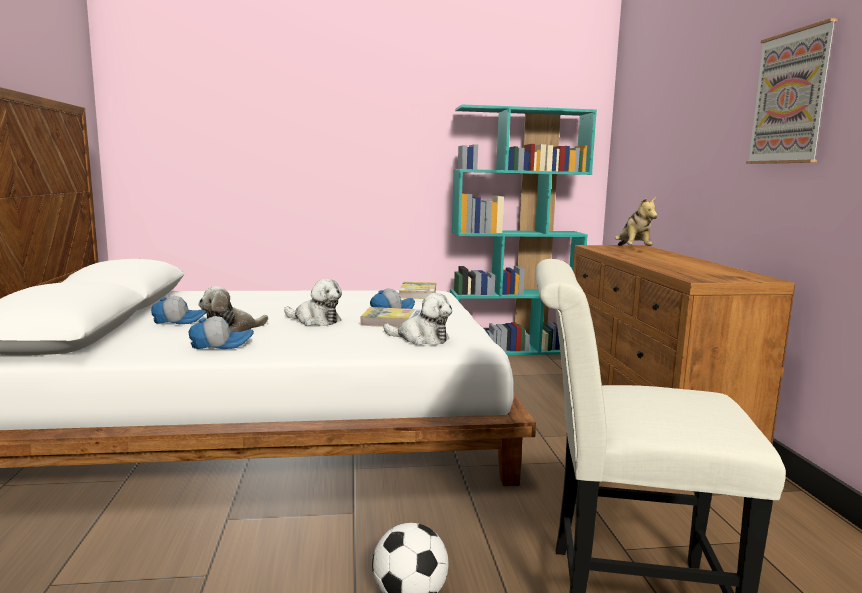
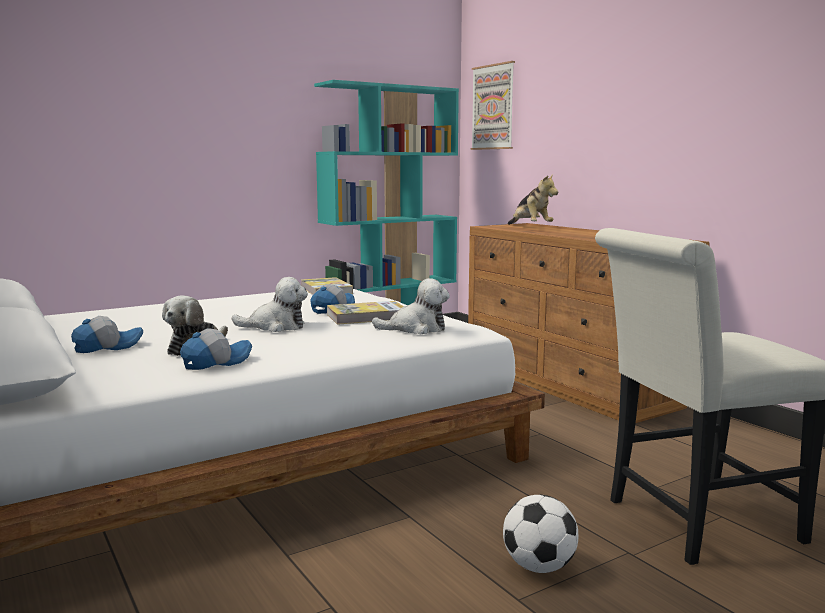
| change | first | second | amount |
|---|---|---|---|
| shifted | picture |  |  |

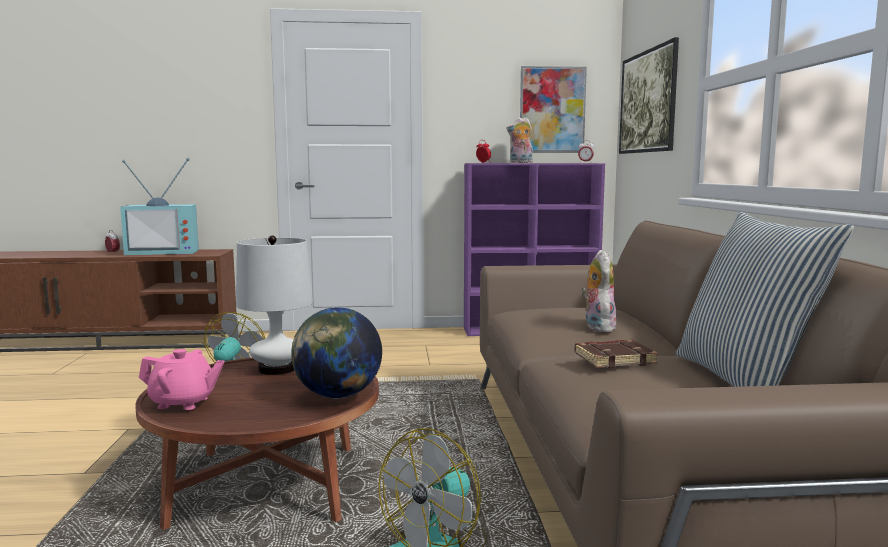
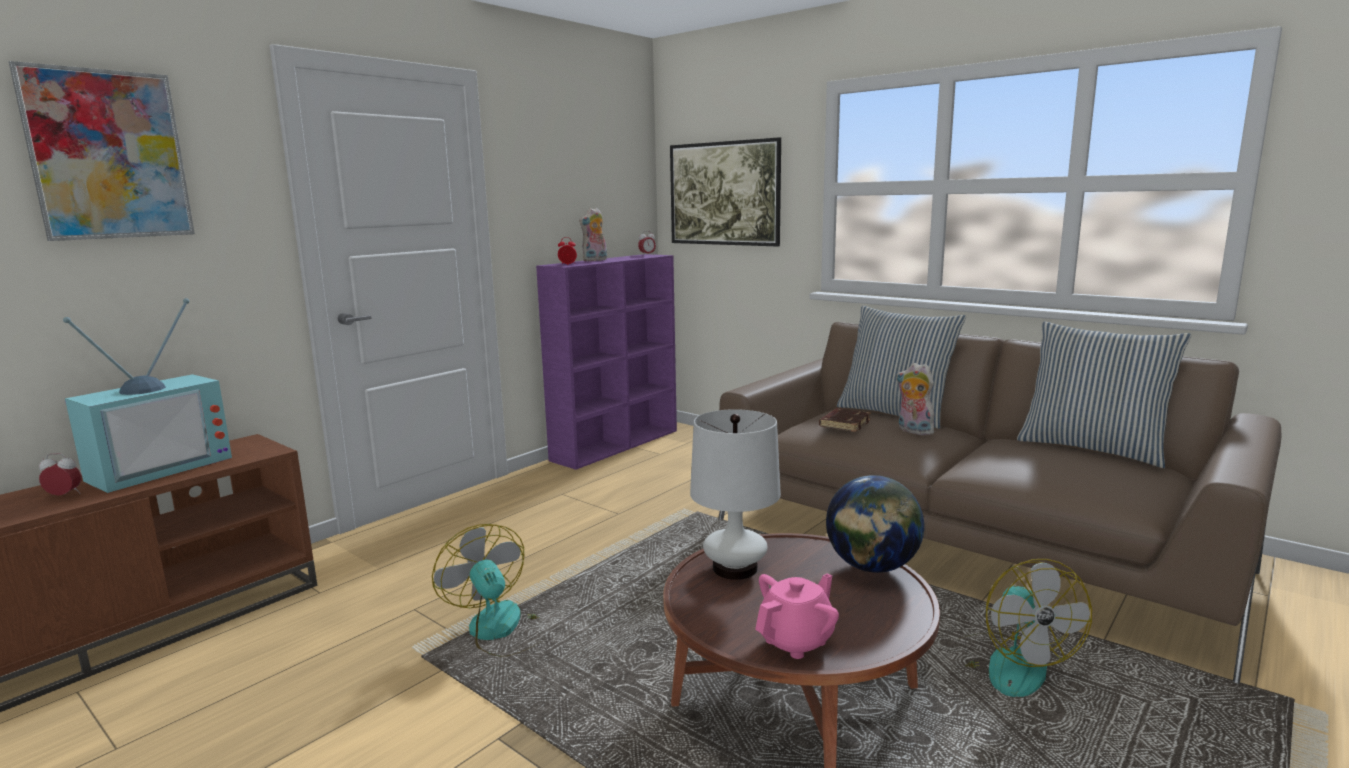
| change | first | second | amount |
|---|---|---|---|
| shifted | picture (no. 1 from left) |  |  |
| shifted | book in brown |  |  |
| new |  | pillow (no. 1 from left) |  |

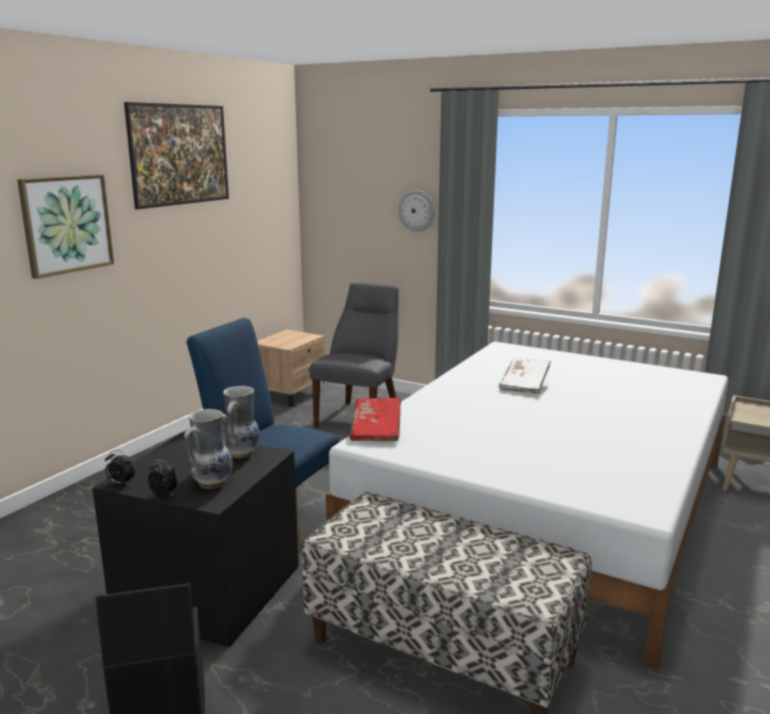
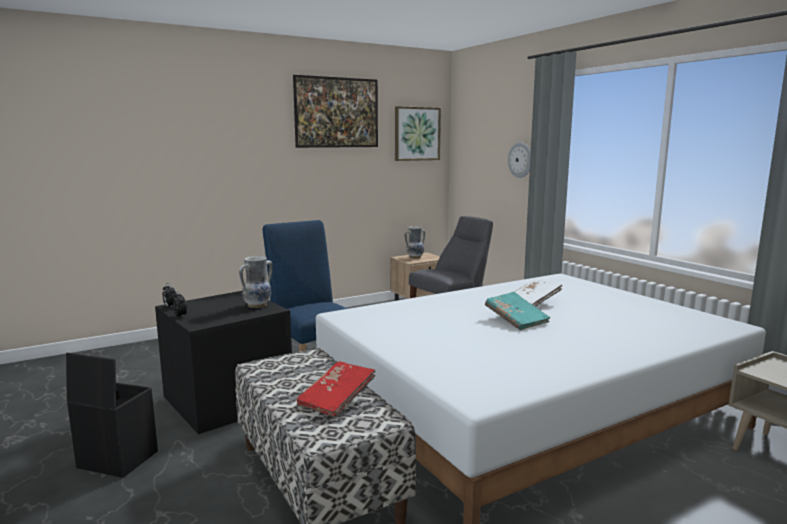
| change | first | second | amount |
|---|---|---|---|
| shifted | picture (no. 1 from left in the first image) | picture (no. 2 from left) |  |
| shifted | book in red |  |  |
| shifted | vase (no. 1 from left in the first image) | vase (no. 2 from left) |  |
| new |  | book in turquoise |  |

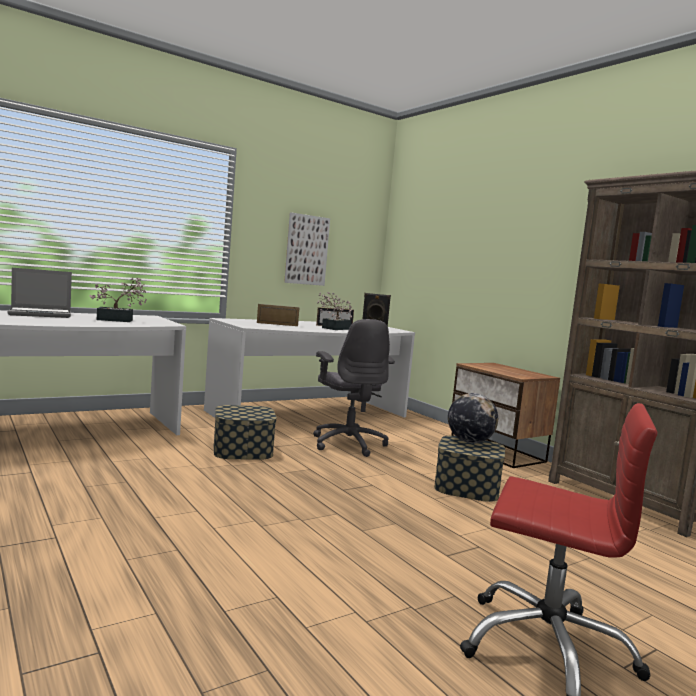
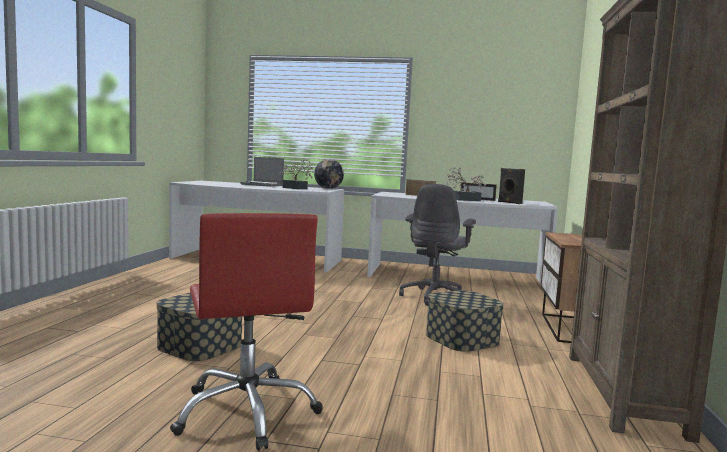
| change | first | second | amount |
|---|---|---|---|
| gone | picture |  |  |
| shifted | globe |  |  |
| shifted | storage box (no. 1 from left) |  |  |

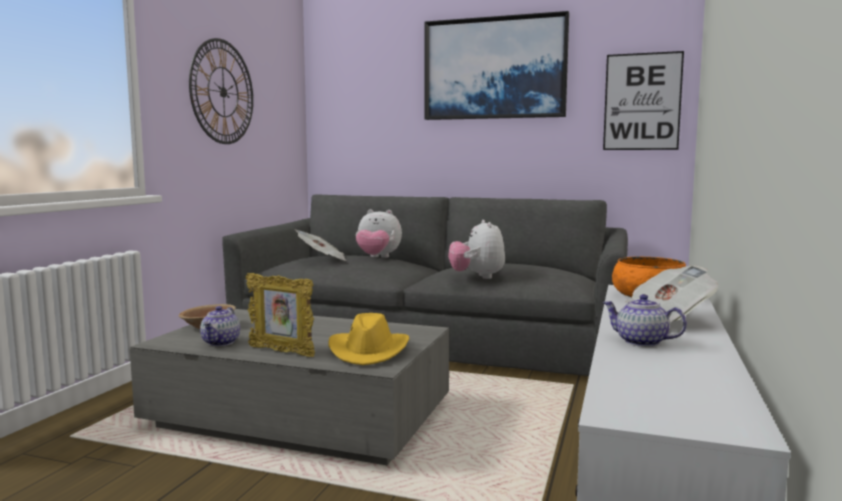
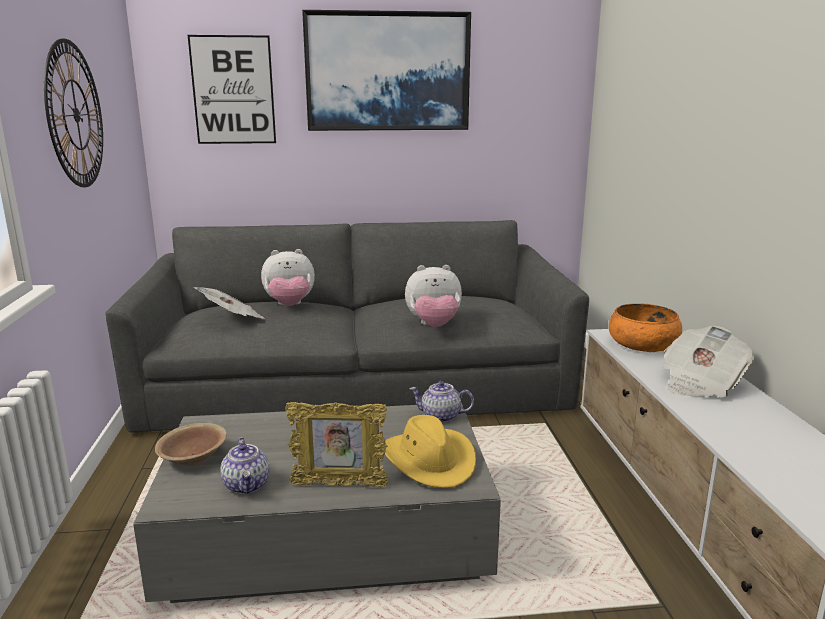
| change | first | second | amount |
|---|---|---|---|
| shifted | picture (no. 2 from left in the first image) | picture (no. 1 from left) |  |
| rotated | plush toy (no. 2 from left) |  | 60 degrees counterclockwise |
| shifted | teapot (no. 2 from left) |  |  |

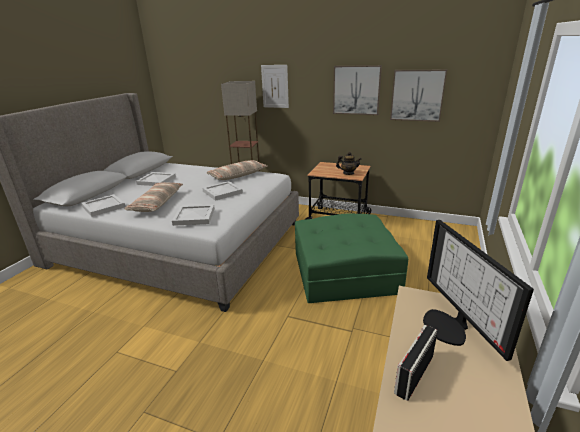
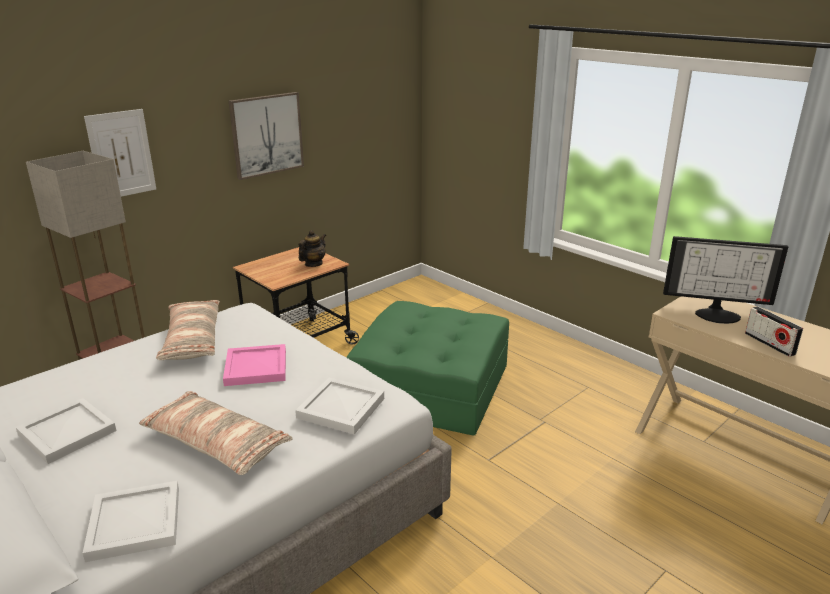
| change | first | second | amount |
|---|---|---|---|
| gone | picture (no. 3 from left) |  |  |
| repainted | tray in white (no. 4 from left) | tray in pink |  |

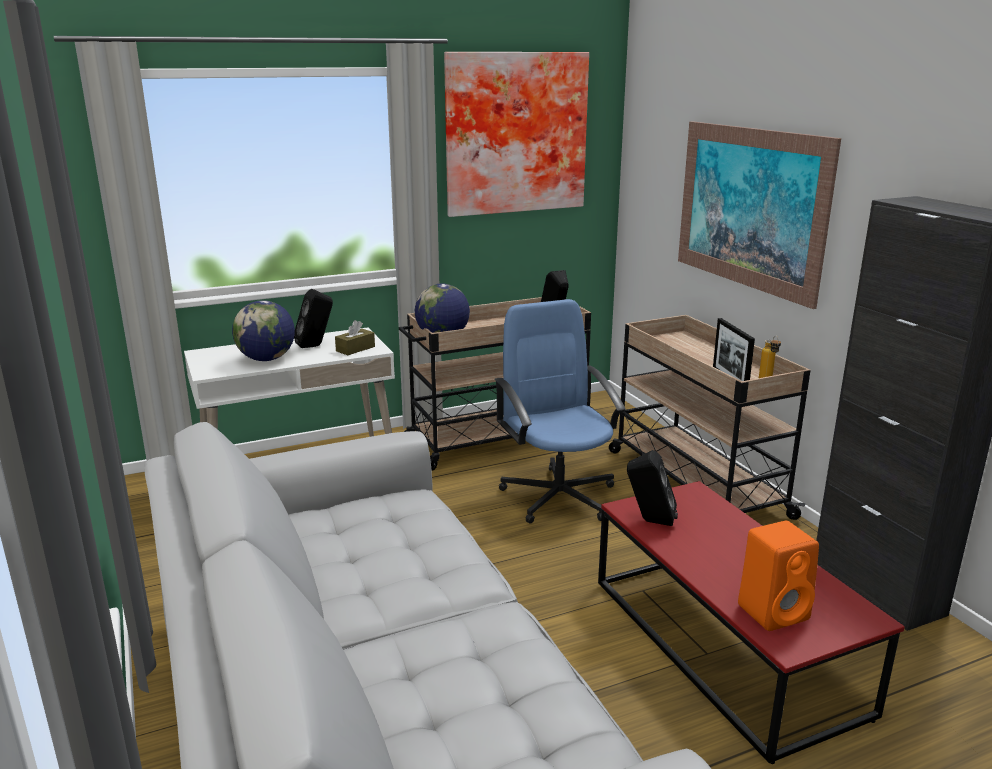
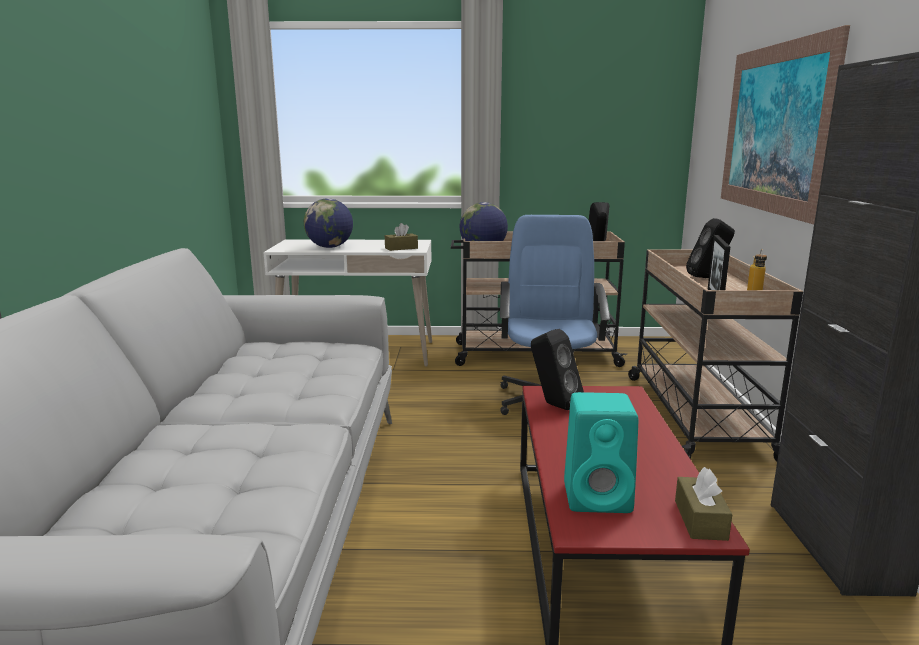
| change | first | second | amount |
|---|---|---|---|
| gone | picture (no. 1 from left) |  |  |
| shifted | speaker in black (no. 1 from left in the first image) | speaker in black (no. 3 from left) |  |
| repainted | speaker in orange | speaker in turquoise |  |
| new |  | tissue box in brown (no. 2 from left) |  |

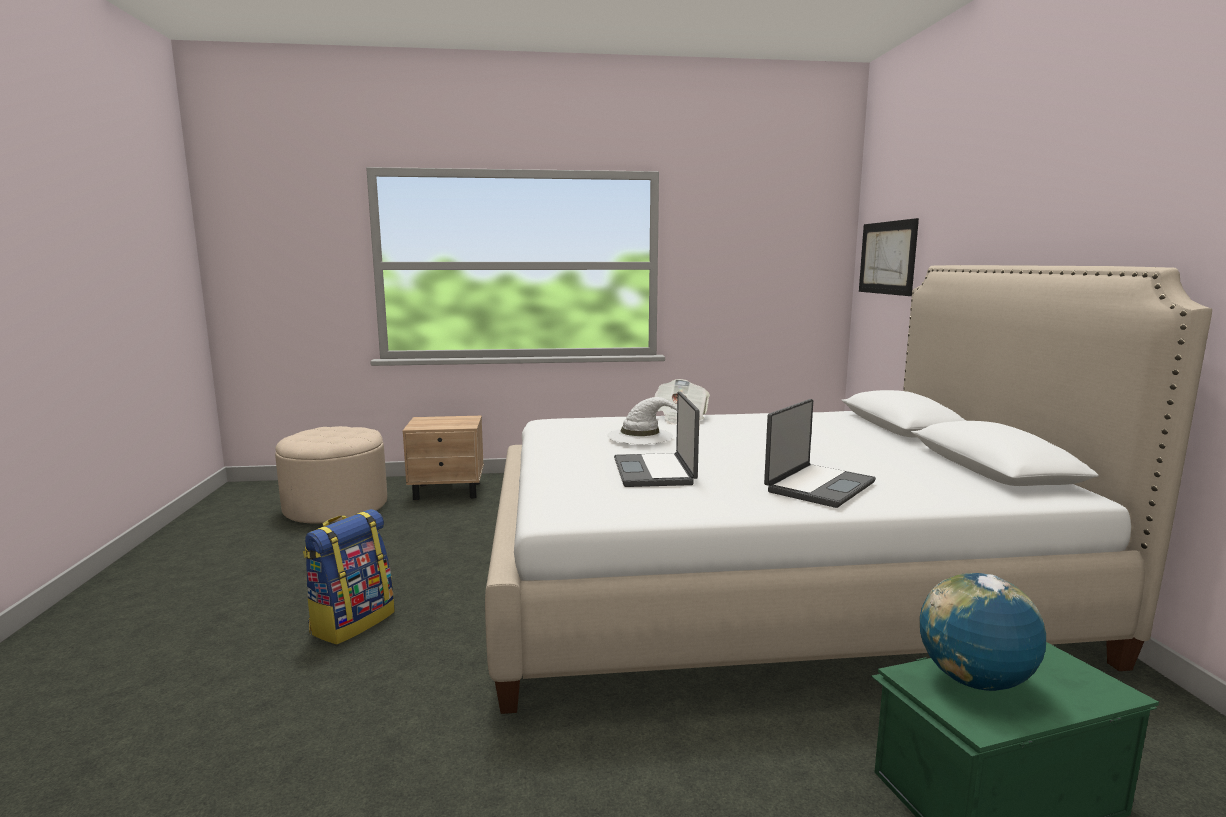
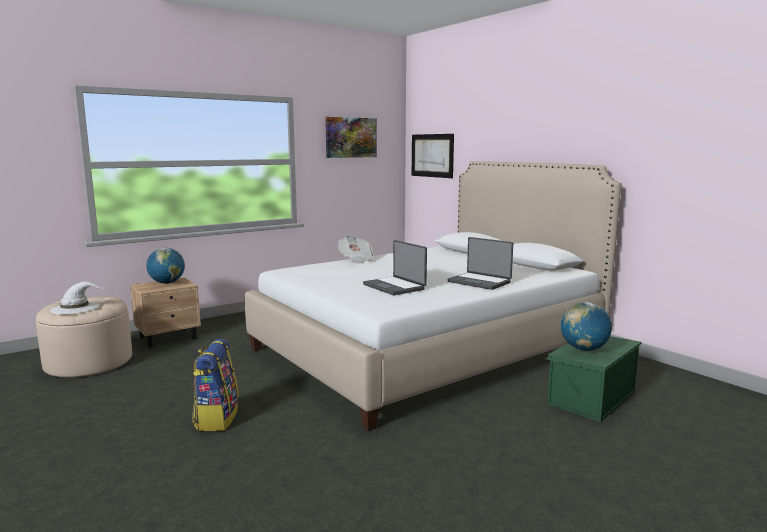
| change | first | second | amount |
|---|---|---|---|
| shifted | hat in white |  |  |
| rotated | laptop (no. 2 from left) |  | 120 degrees clockwise |
| new |  | picture (no. 1 from left) |  |
| new |  | globe (no. 1 from left) |  |

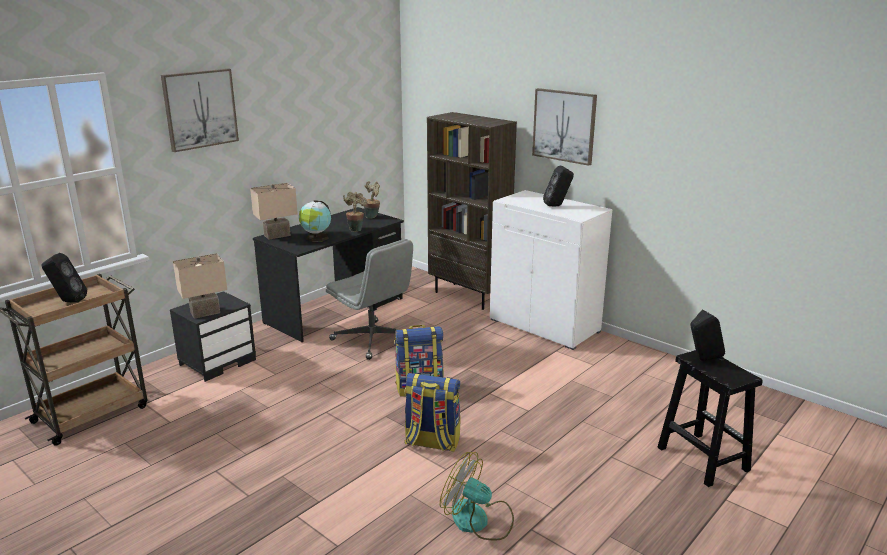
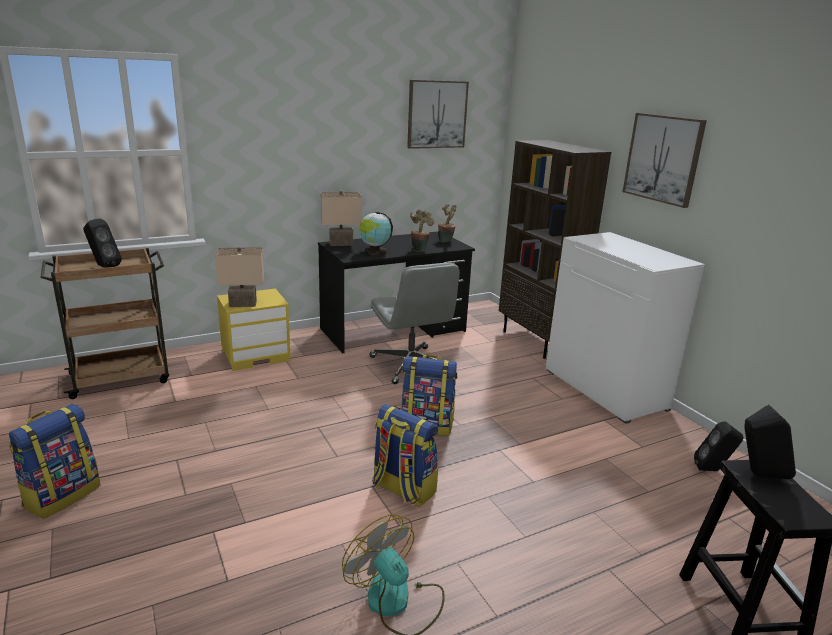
| change | first | second | amount |
|---|---|---|---|
| shifted | picture (no. 1 from left) |  |  |
| shifted | speaker in black (no. 2 from left) |  |  |
| repainted | nightstand in black | nightstand in yellow |  |
| new |  | backpack (no. 1 from left) |  |

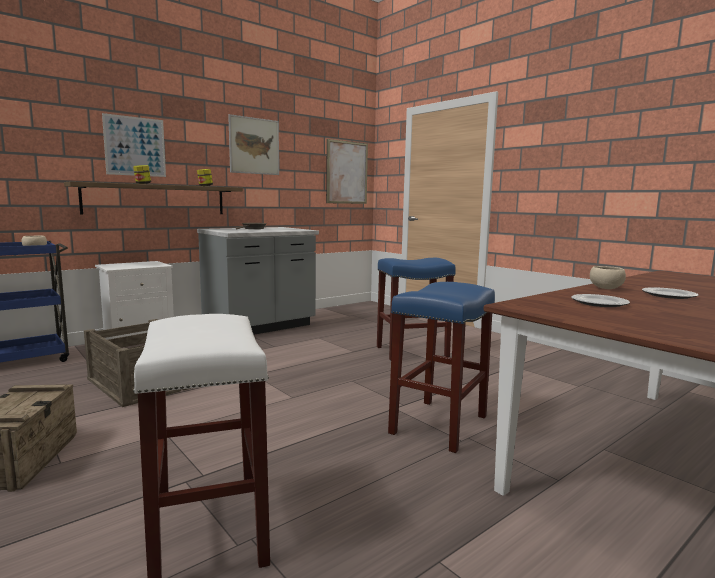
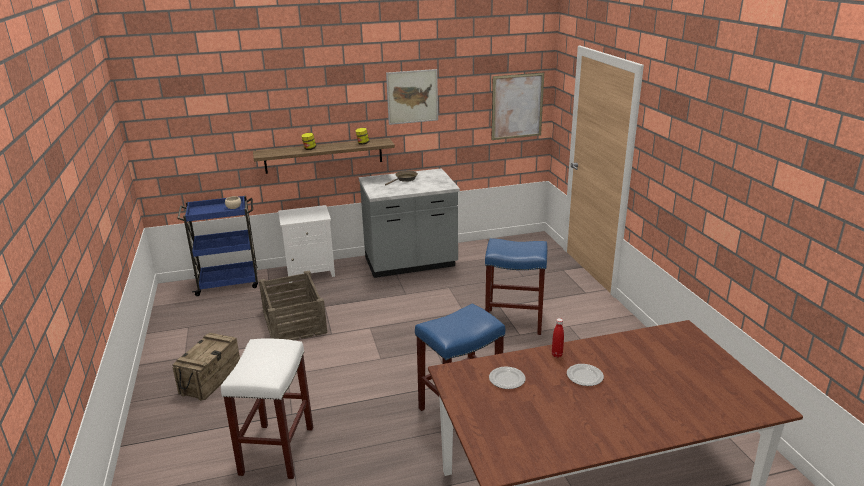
| change | first | second | amount |
|---|---|---|---|
| gone | picture (no. 1 from left) |  |  |
| swapped | bowl in beige (no. 2 from left) | bottle in red |  |

